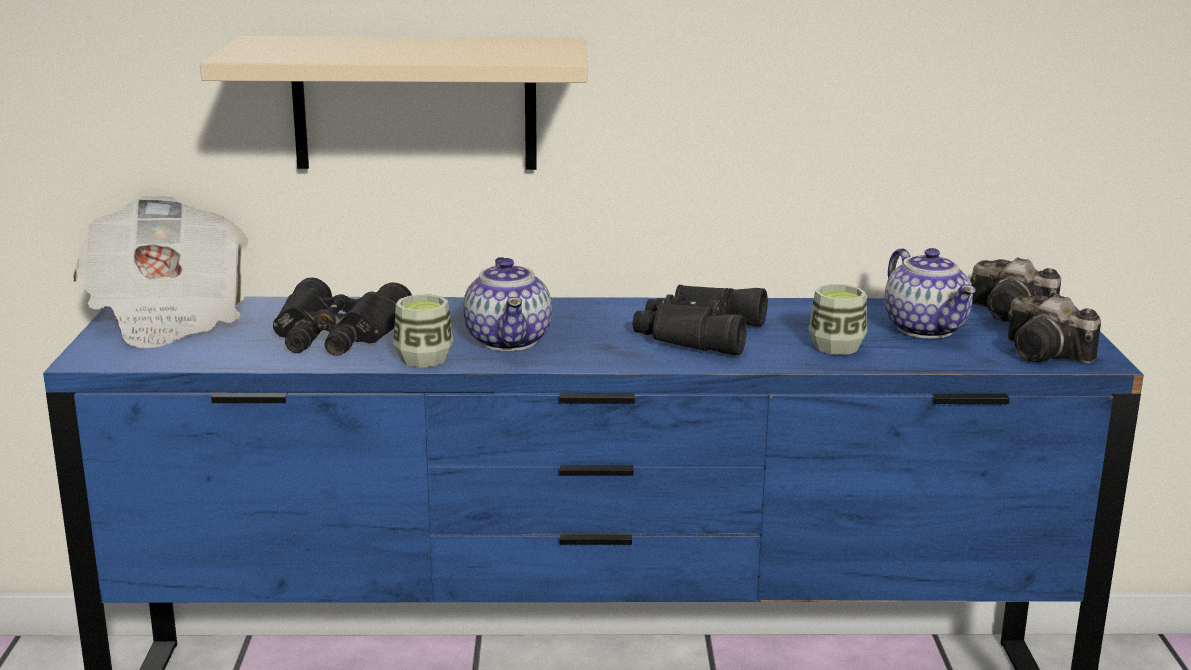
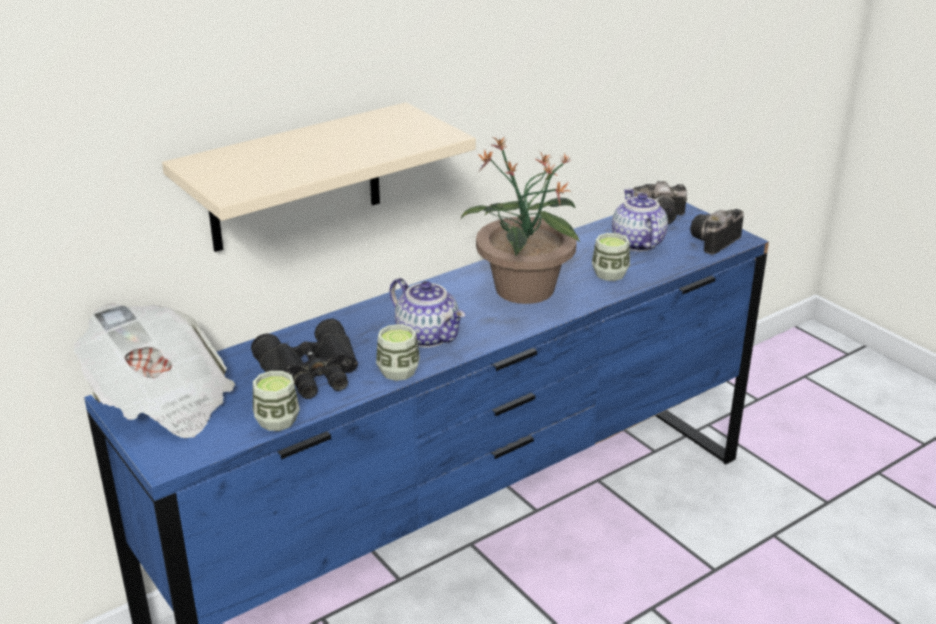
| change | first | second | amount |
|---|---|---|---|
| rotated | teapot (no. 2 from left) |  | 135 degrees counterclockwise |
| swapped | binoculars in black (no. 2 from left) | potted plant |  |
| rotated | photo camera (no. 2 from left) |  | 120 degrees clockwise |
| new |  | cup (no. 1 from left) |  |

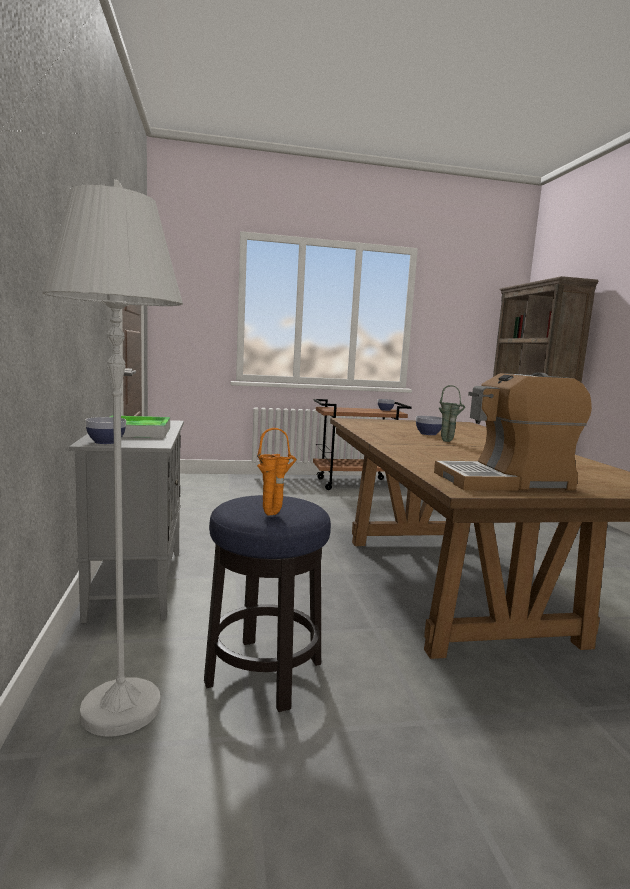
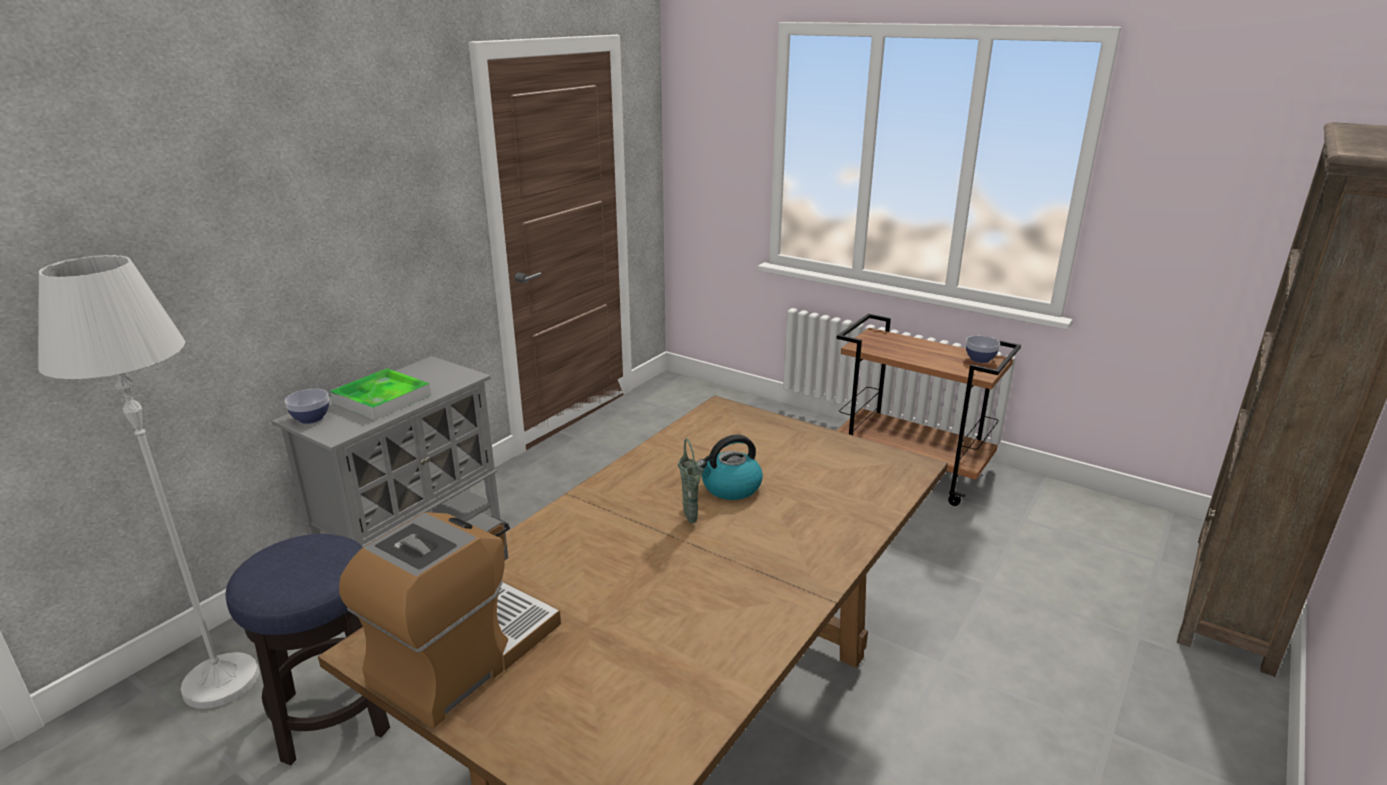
| change | first | second | amount |
|---|---|---|---|
| rotated | coffee machine |  | 90 degrees clockwise |
| swapped | bowl (no. 3 from left) | kettle |  |
| gone | vase in orange |  |  |

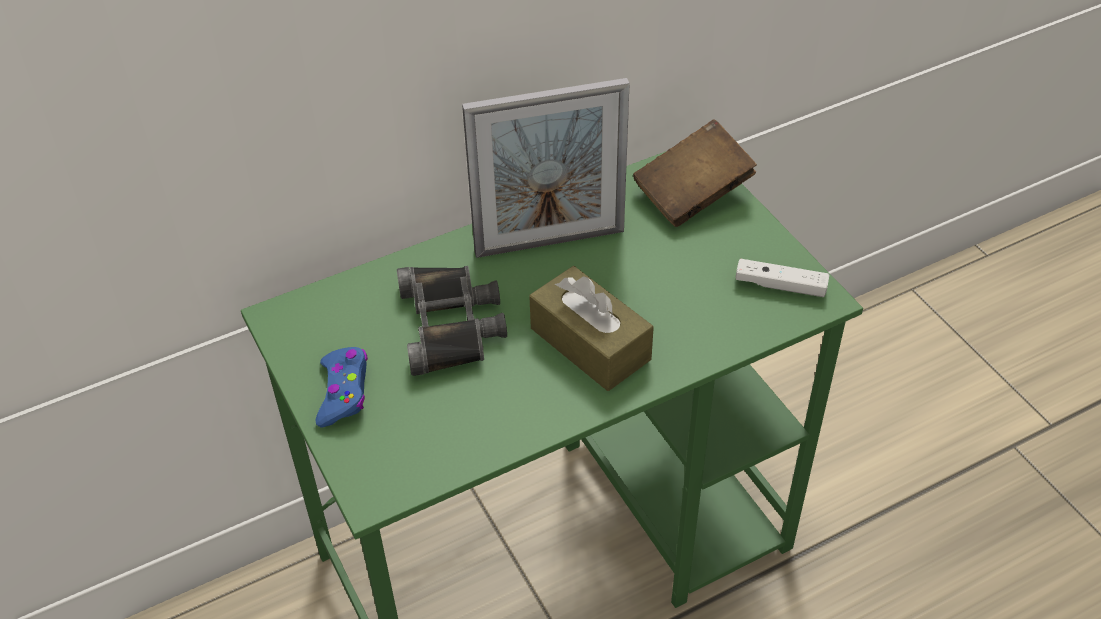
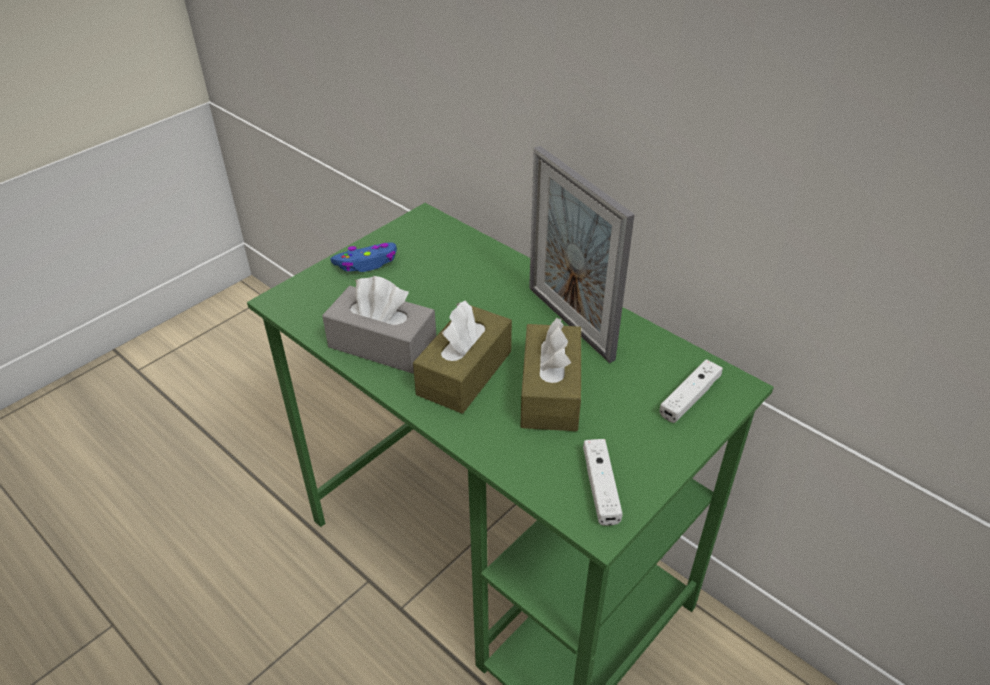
| change | first | second | amount |
|---|---|---|---|
| swapped | book in brown | game controller in white (no. 2 from left) |  |
| gone | binoculars in black |  |  |
| new |  | tissue box in grey |  |
| new |  | tissue box in brown (no. 2 from left) |  |

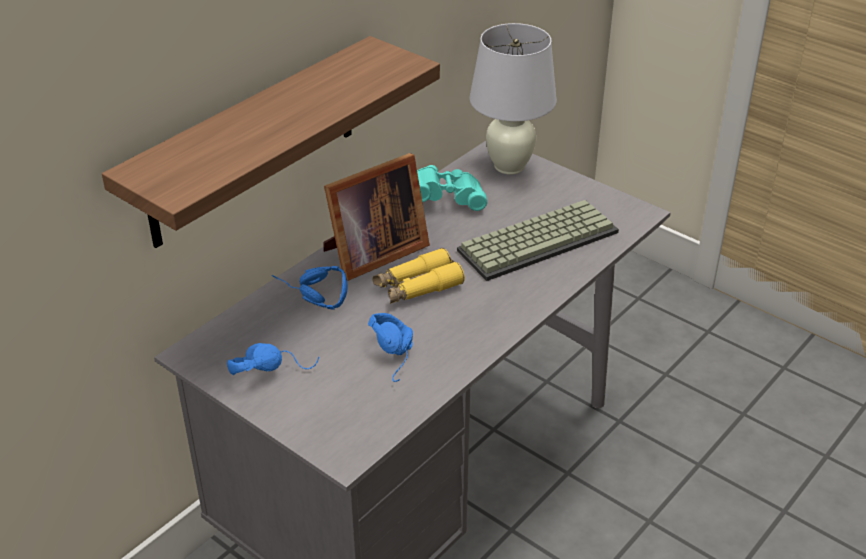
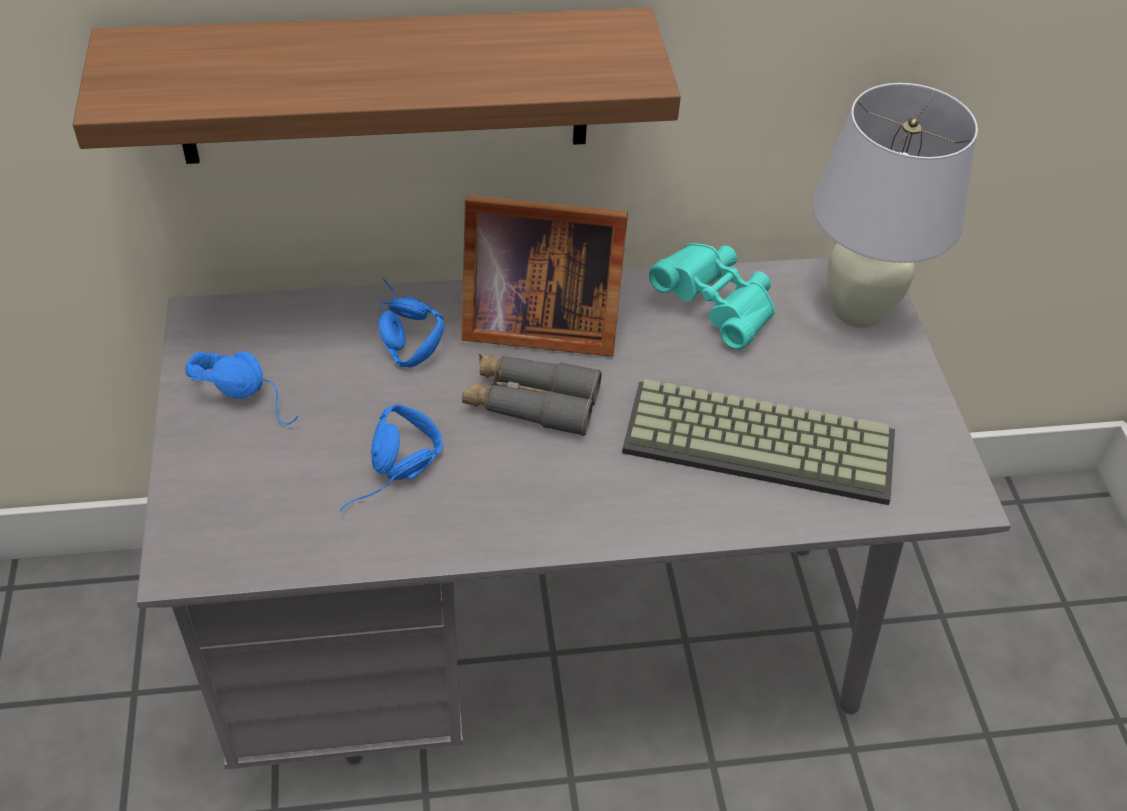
| change | first | second | amount |
|---|---|---|---|
| repainted | binoculars in yellow | binoculars in grey |  |

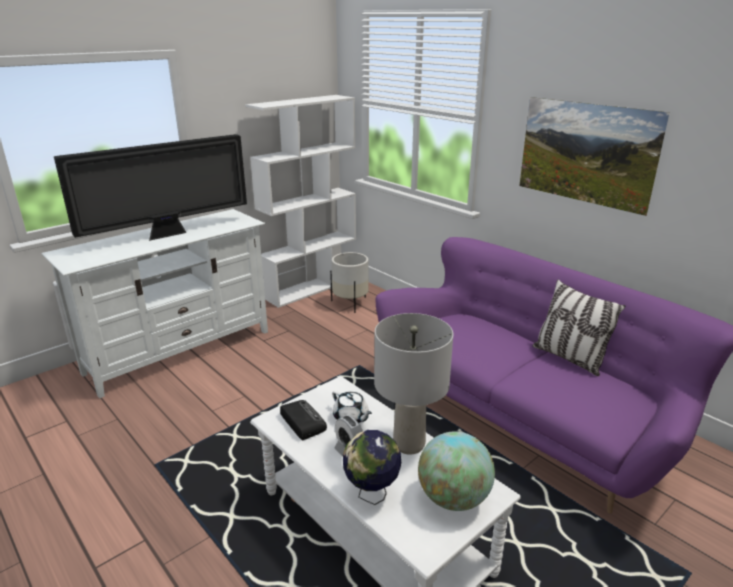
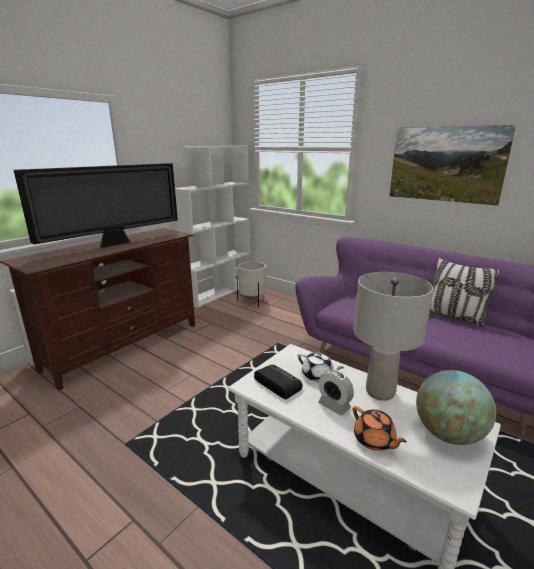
| change | first | second | amount |
|---|---|---|---|
| repainted | tv stand in white | tv stand in brown |  |
| swapped | globe (no. 1 from left) | teapot in orange |  |

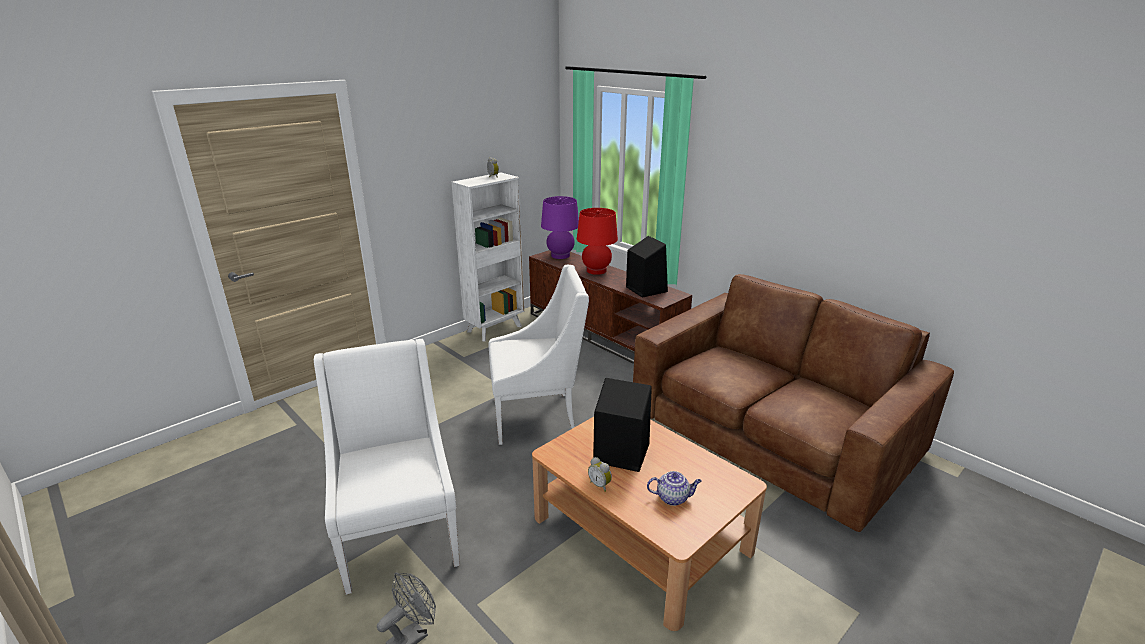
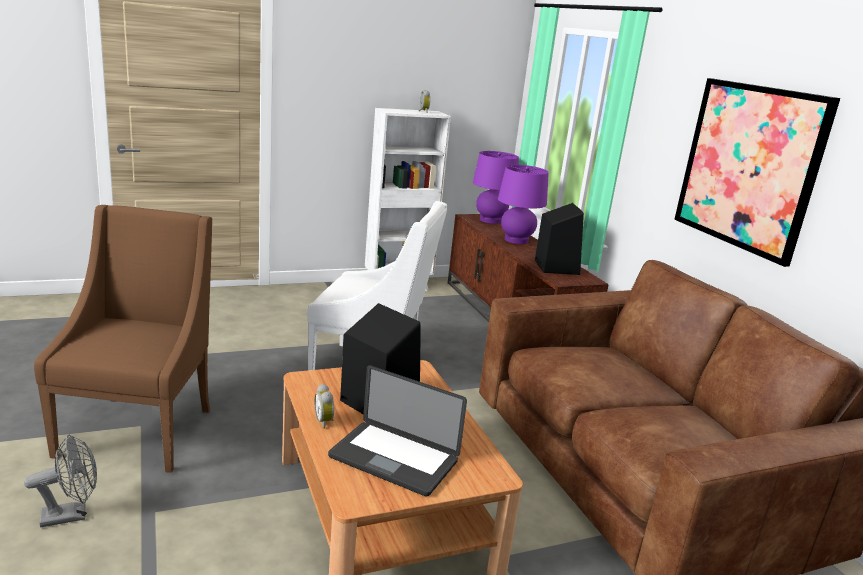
| change | first | second | amount |
|---|---|---|---|
| repainted | table lamp in red | table lamp in purple (no. 2 from left) |  |
| repainted | armchair in white (no. 1 from left) | armchair in brown |  |
| swapped | teapot | laptop |  |
| new |  | picture |  |

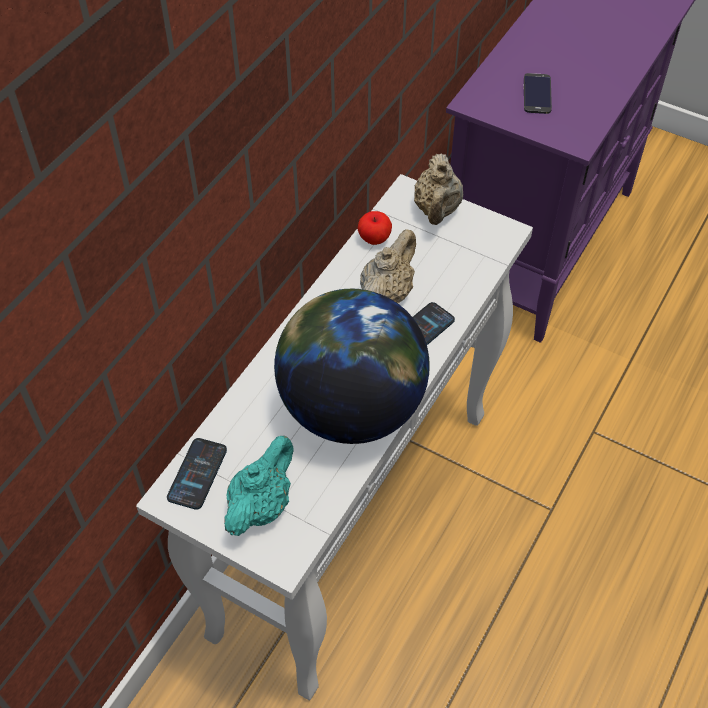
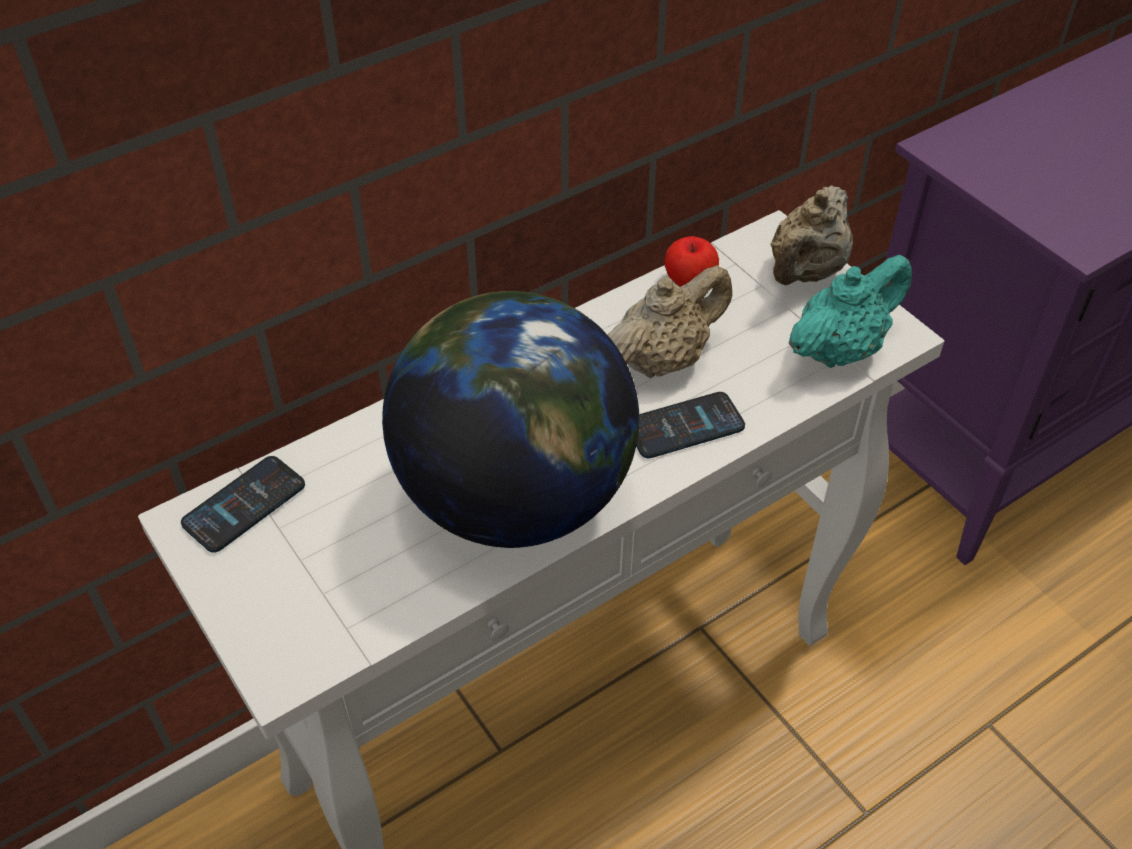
| change | first | second | amount |
|---|---|---|---|
| gone | phone (no. 3 from left) |  |  |
| shifted | teapot in turquoise |  |  |

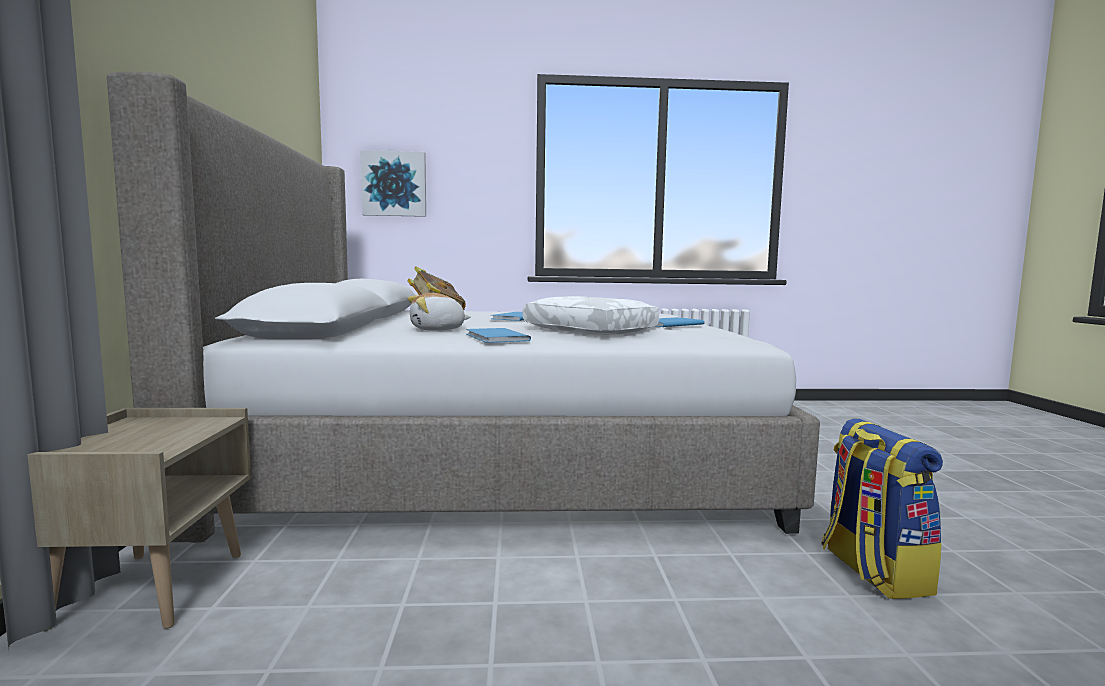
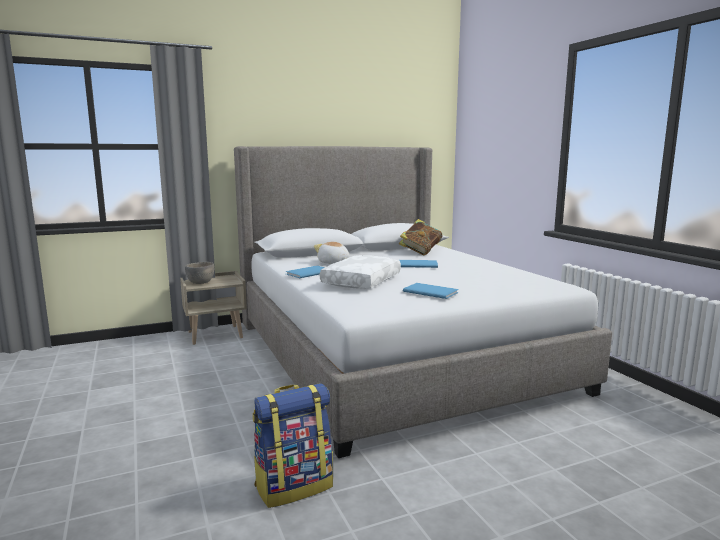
| change | first | second | amount |
|---|---|---|---|
| gone | picture |  |  |
| new |  | bowl in grey |  |

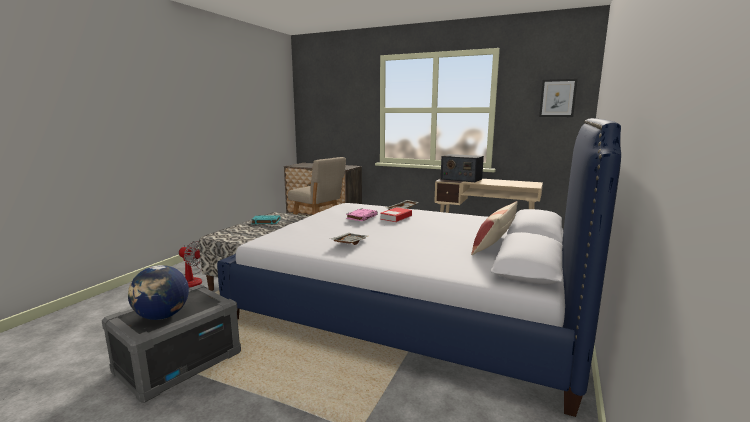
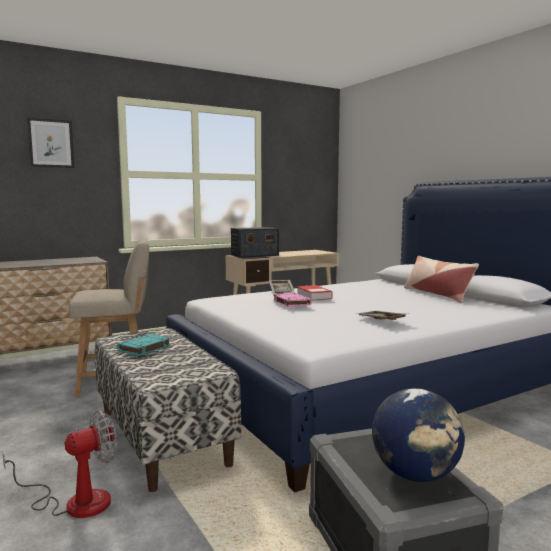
| change | first | second | amount |
|---|---|---|---|
| shifted | picture |  |  |

